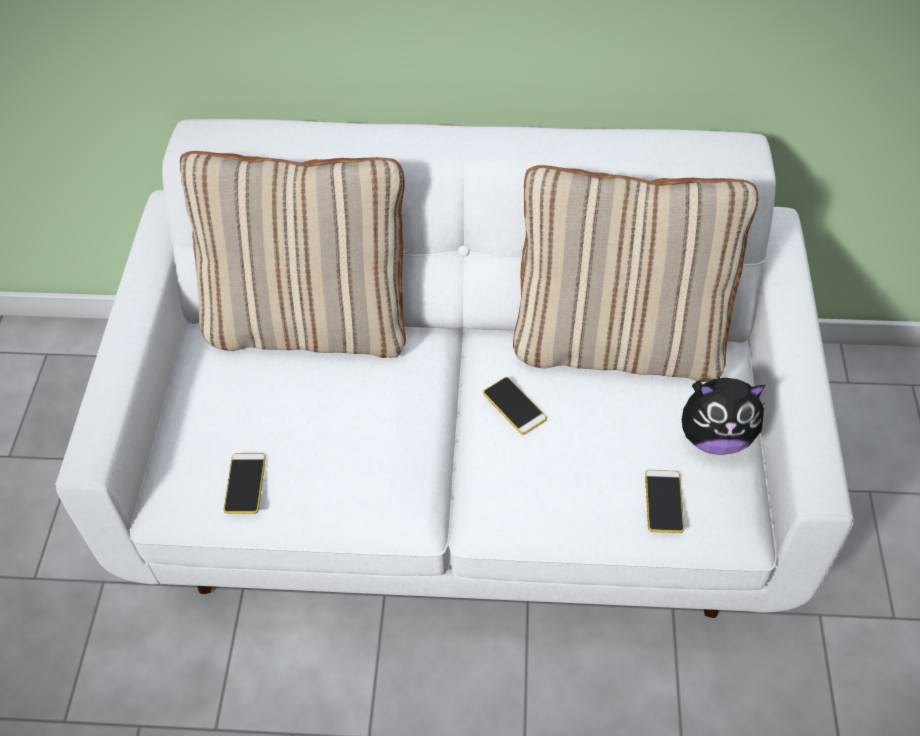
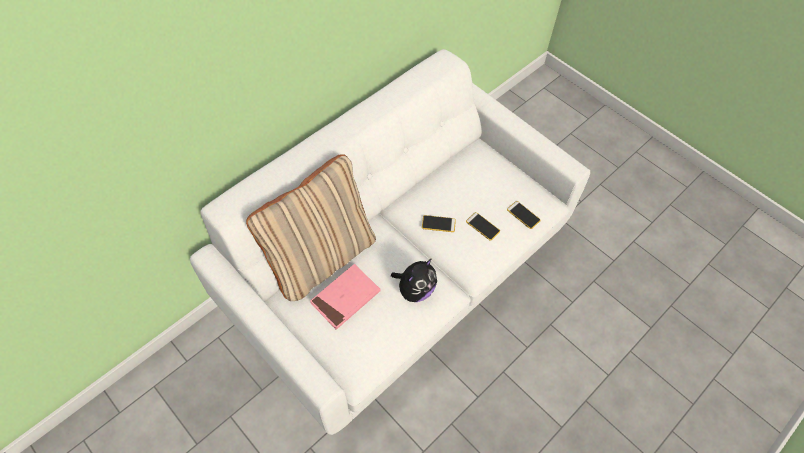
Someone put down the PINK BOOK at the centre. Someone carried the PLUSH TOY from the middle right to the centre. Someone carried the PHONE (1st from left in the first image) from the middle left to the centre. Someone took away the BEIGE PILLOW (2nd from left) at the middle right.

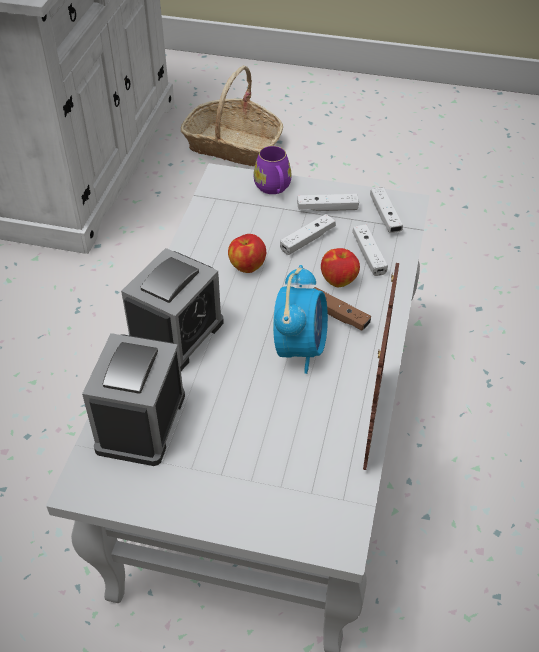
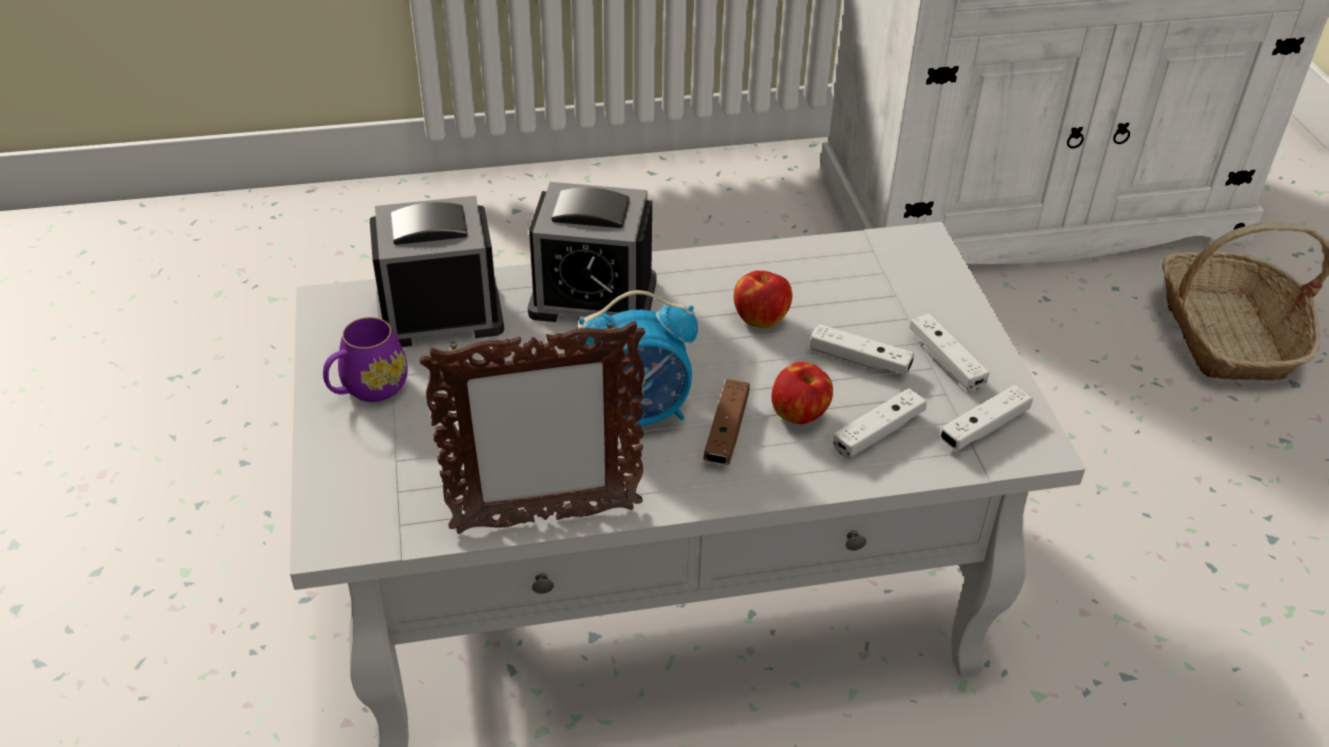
Someone carried the PURPLE MUG from the top centre to the middle left.

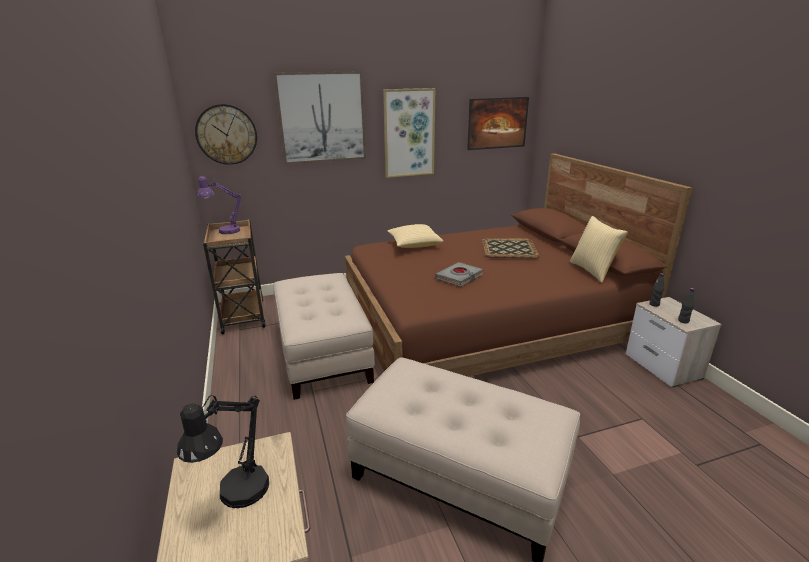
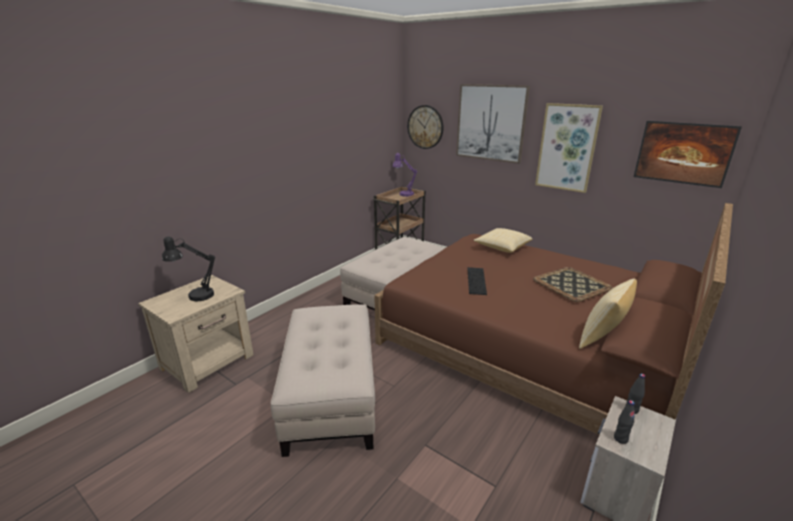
Someone swapped the GREY BOOK at the centre for the KEYBOARD at the centre.

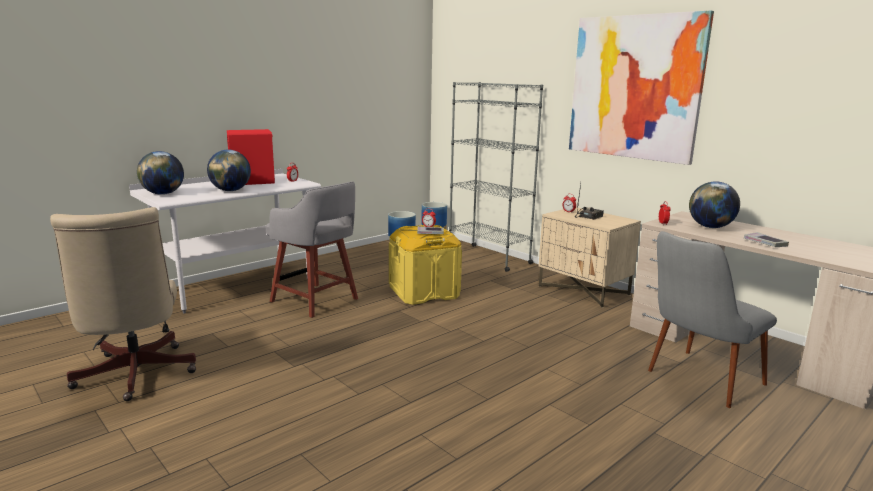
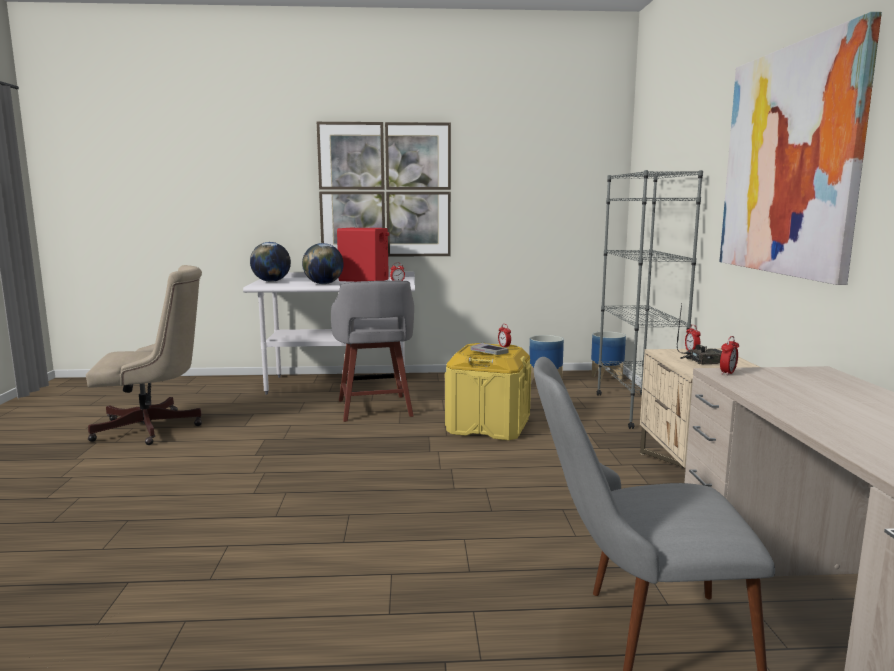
Someone rotated the BEIGE OFFICE CHAIR at the middle left by 120 degrees counterclockwise. Someone put up the PICTURE (1st from left) at the top centre. Someone took away the GLOBE (3rd from left) at the middle right. Someone took away the BOOK (2nd from left) at the middle right.

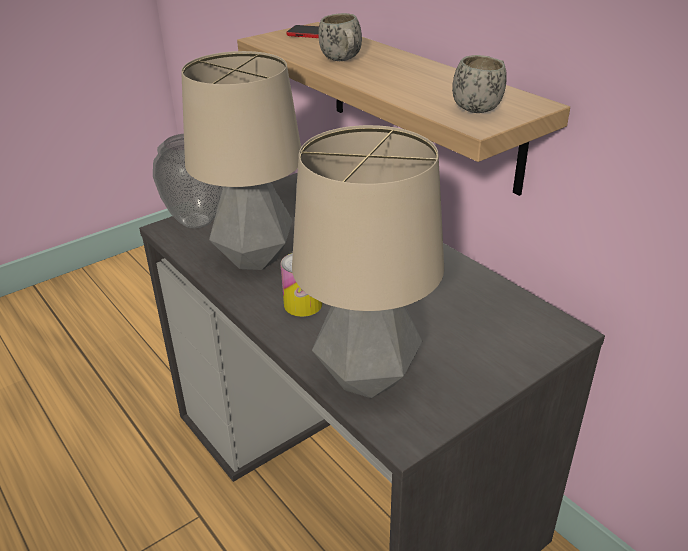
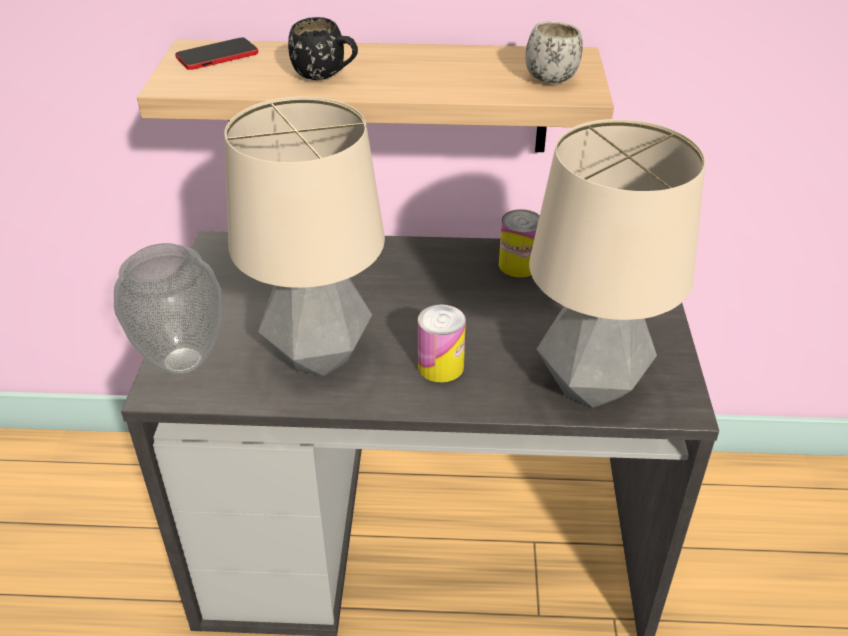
Someone repainted the WHITE MUG (1st from left) at the top centre, which became the BLACK MUG at the top centre. Someone put down the CAN (2nd from left) at the centre.

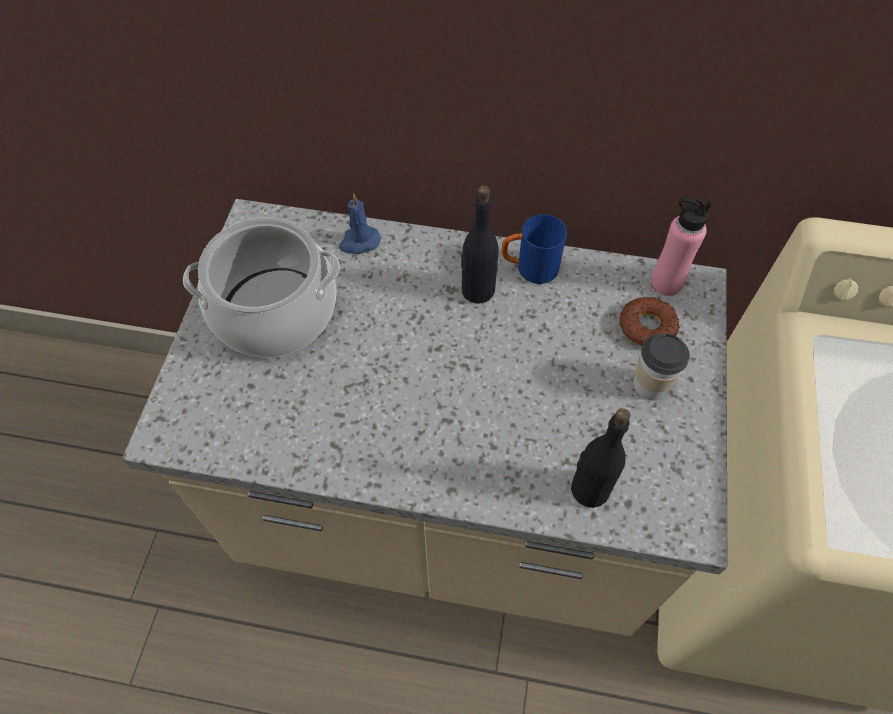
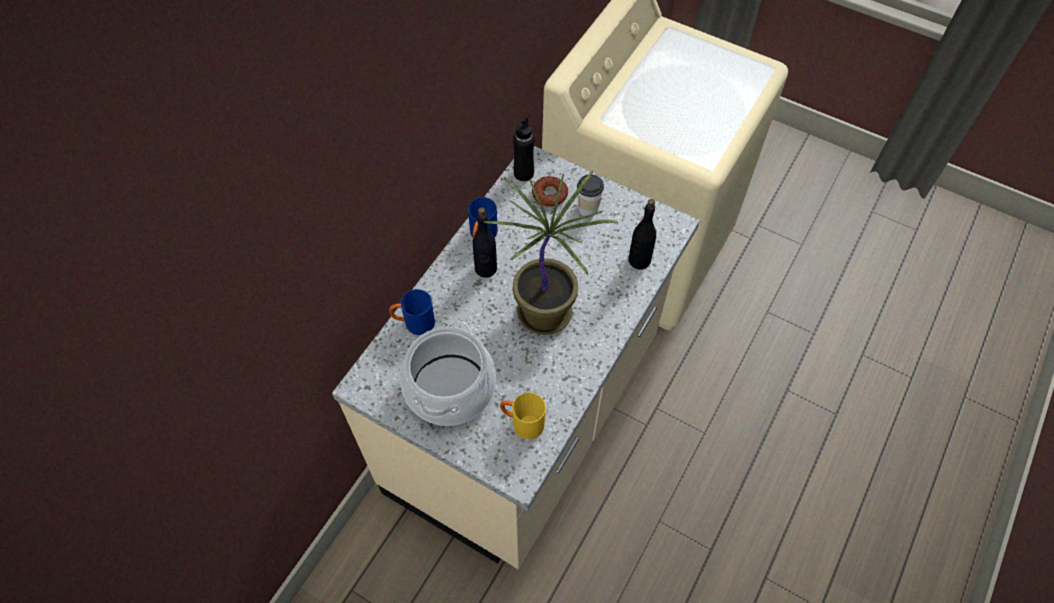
Someone swapped the BLUE CANDLE at the top centre for the BLUE MUG (1st from left) at the centre. Someone put down the POTTED PLANT at the centre. Someone put down the YELLOW MUG at the bottom centre. Someone repainted the PINK BOTTLE at the middle right, which became the BLACK BOTTLE (2nd from left) at the top centre.

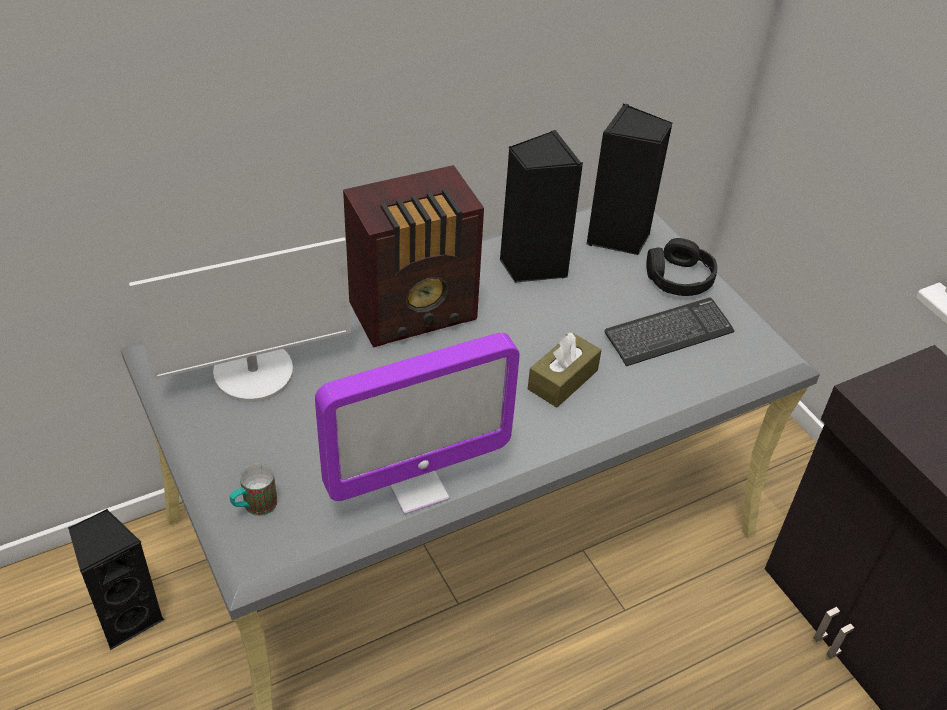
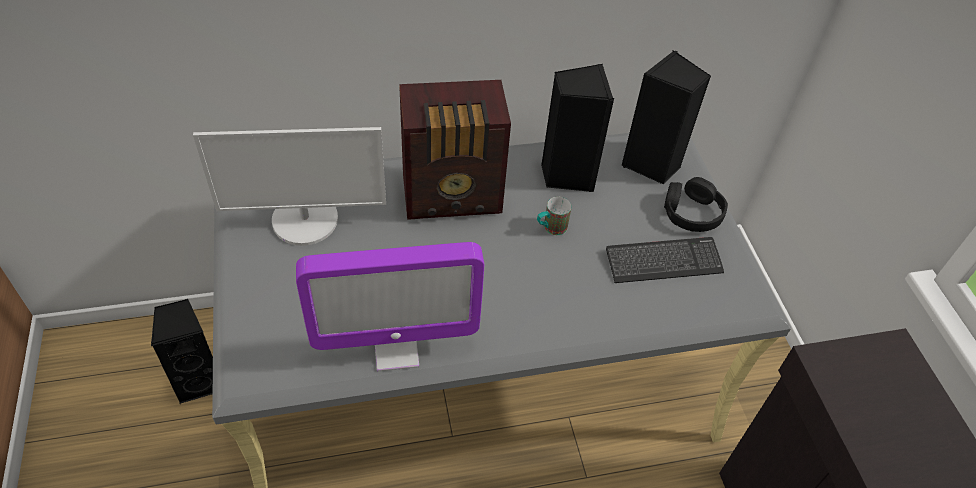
Someone carried the MUG from the bottom left to the centre. Someone took away the BROWN TISSUE BOX at the centre.

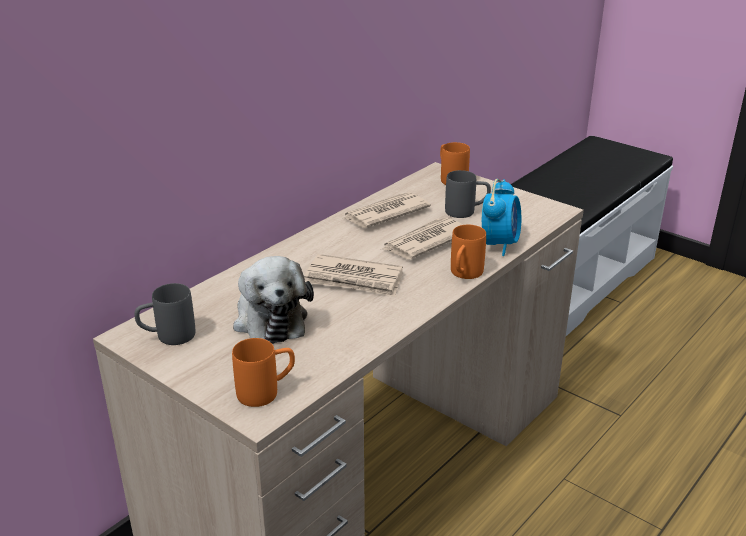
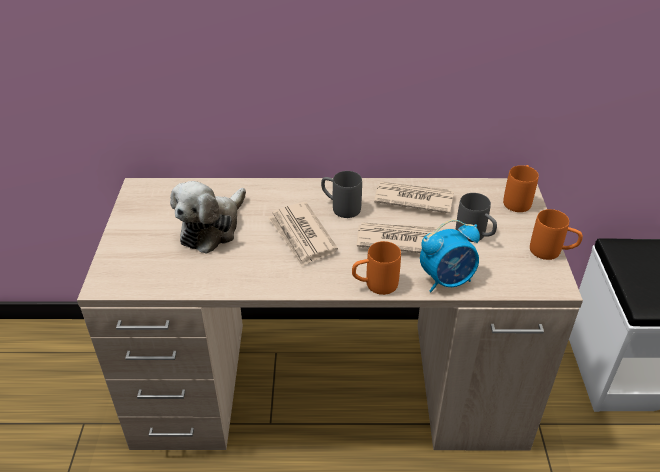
Someone carried the GREY MUG (1st from left) from the middle left to the centre. Someone carried the ORANGE MUG (1st from left in the first image) from the bottom centre to the middle right.

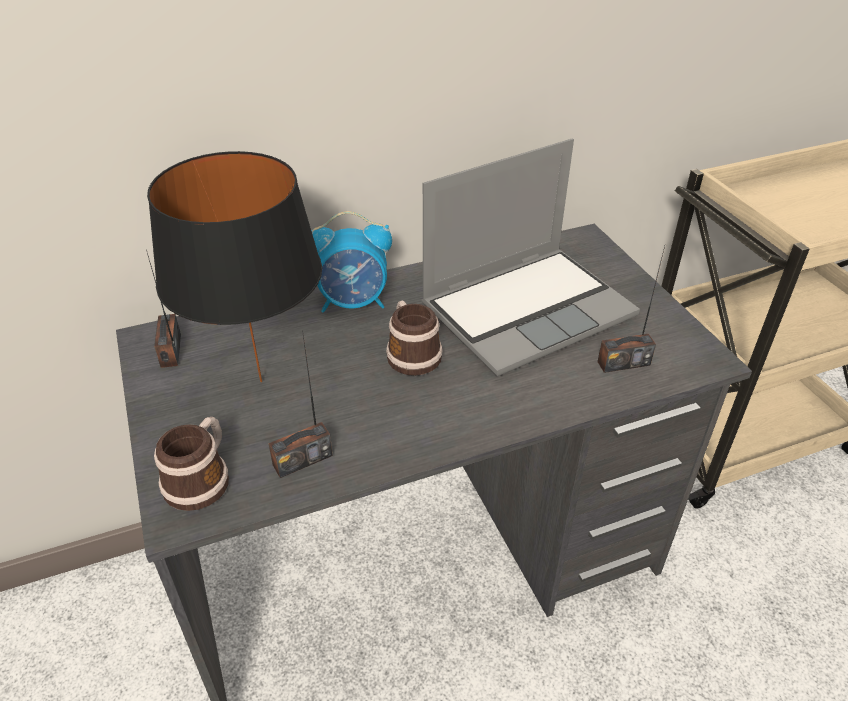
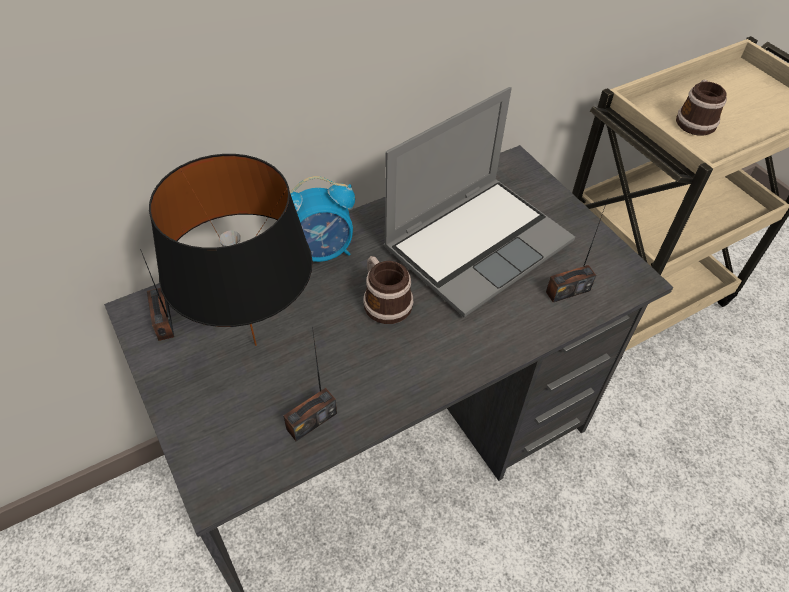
Someone carried the MUG (1st from left in the first image) from the middle left to the top right.

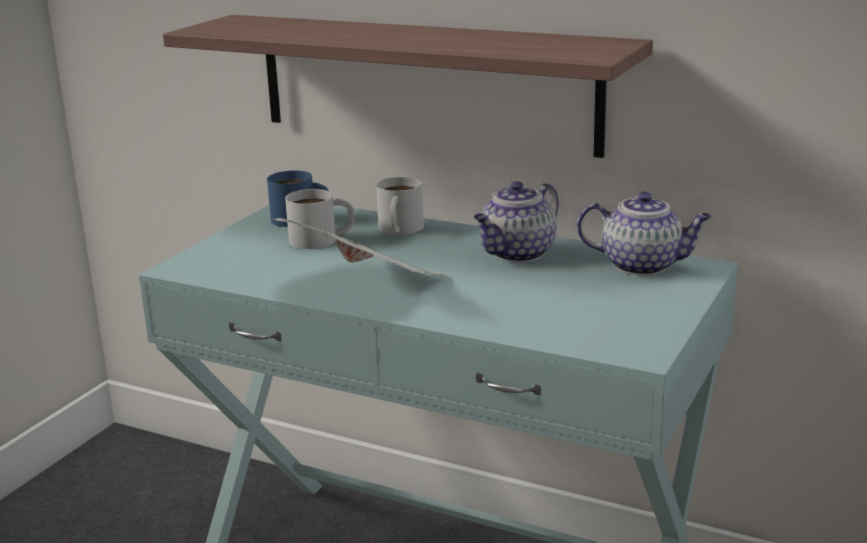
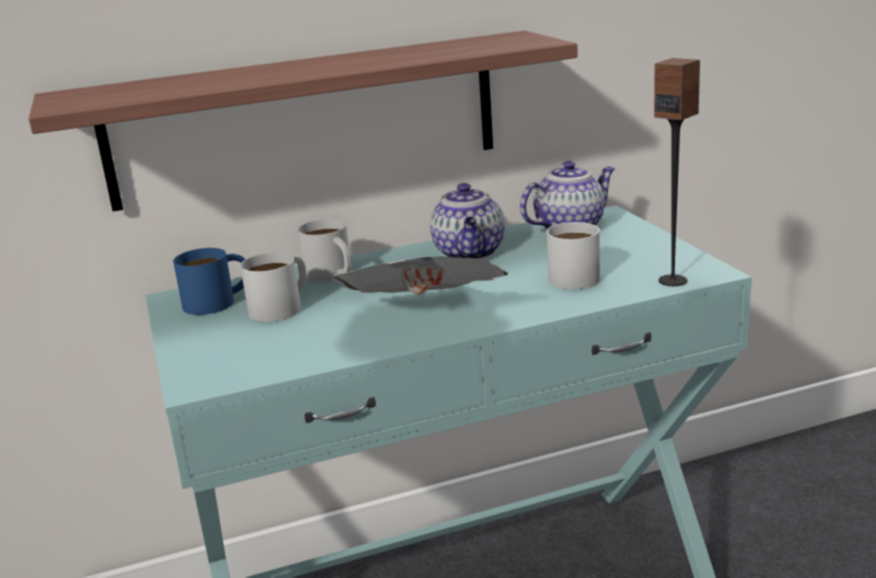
Someone put down the WHITE MUG (3rd from left) at the centre. Someone put down the SPEAKER at the top right.

